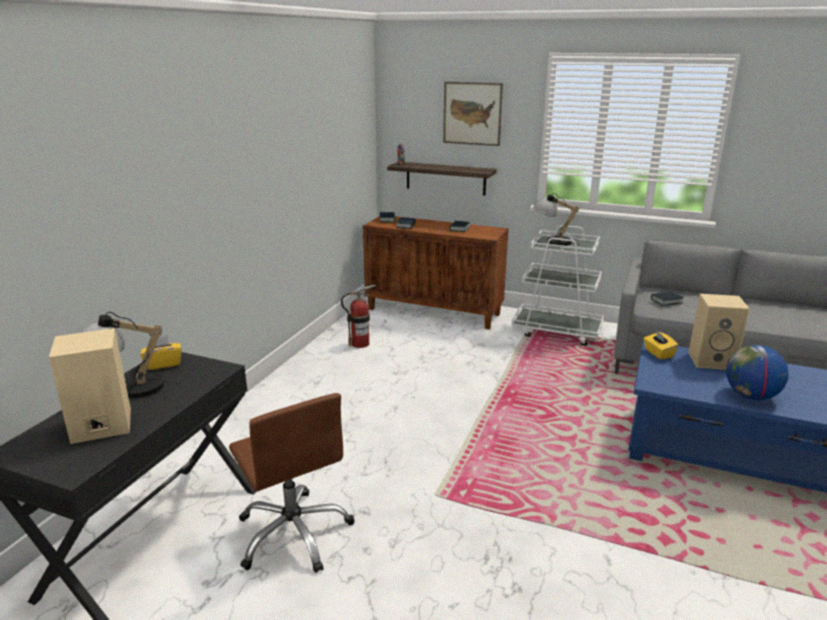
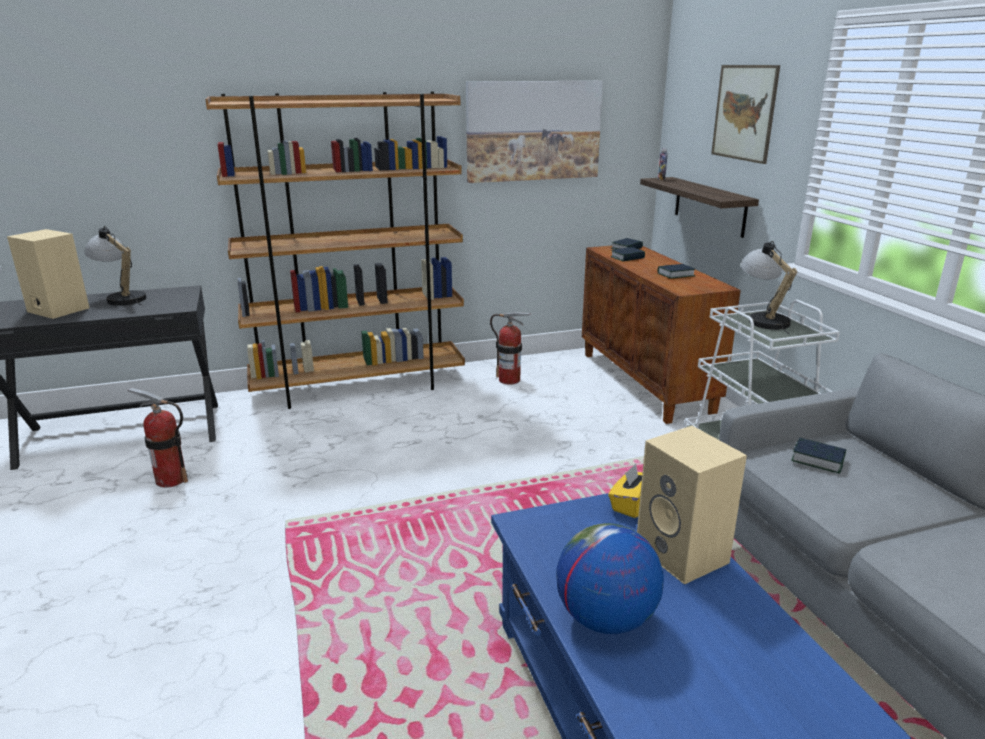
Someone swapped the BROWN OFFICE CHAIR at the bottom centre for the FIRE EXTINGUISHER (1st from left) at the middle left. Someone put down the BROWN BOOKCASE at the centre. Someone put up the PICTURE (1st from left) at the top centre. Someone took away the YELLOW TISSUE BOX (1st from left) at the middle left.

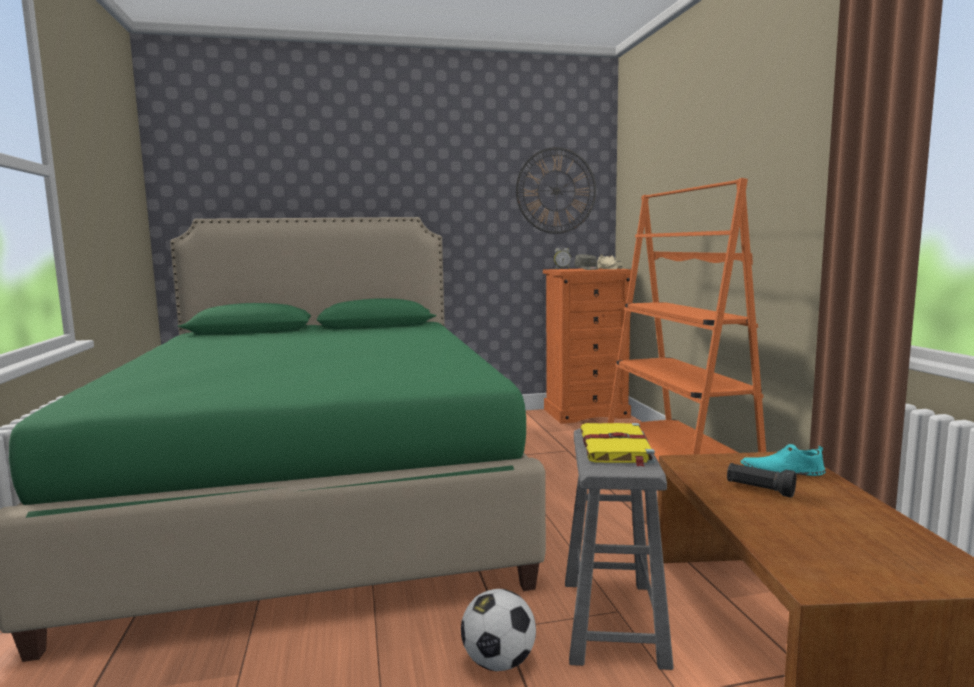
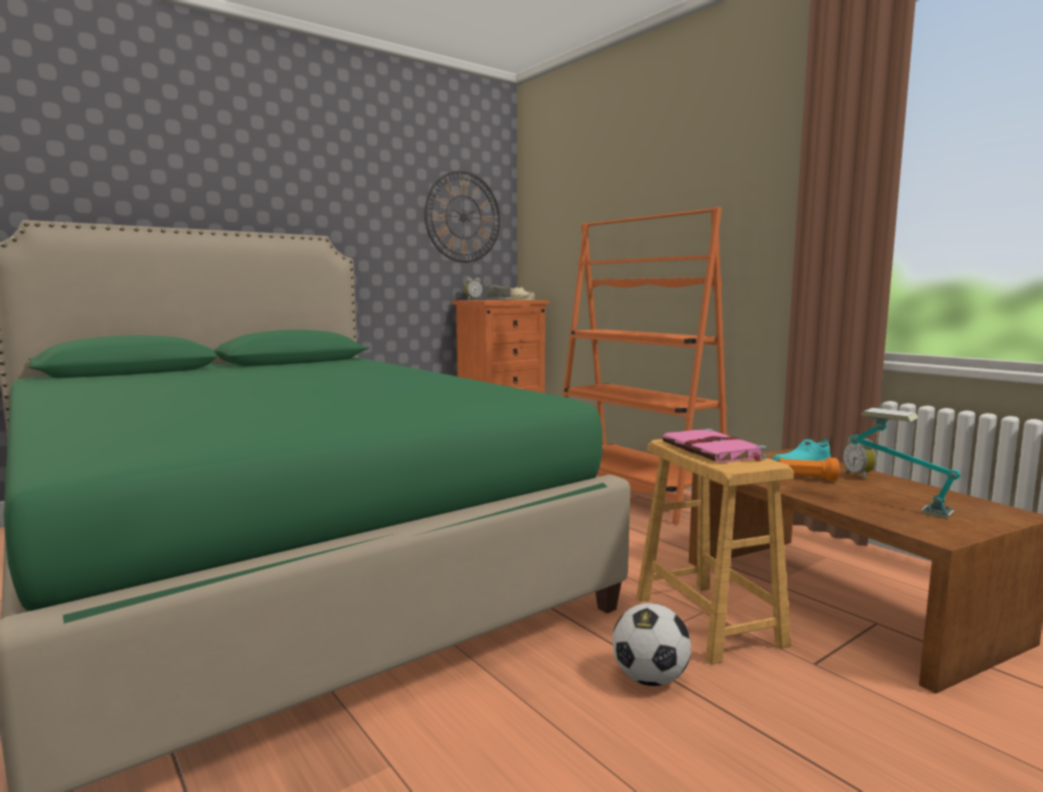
Someone repainted the GREY STOOL at the bottom centre, which became the BROWN STOOL at the bottom right. Someone repainted the YELLOW BOOK at the centre, which became the PINK BOOK at the middle right. Someone repainted the BLACK FLASHLIGHT at the bottom right, which became the ORANGE FLASHLIGHT at the middle right. Someone put down the ALARM CLOCK (2nd from left) at the middle right. Someone put down the TABLE LAMP at the middle right.

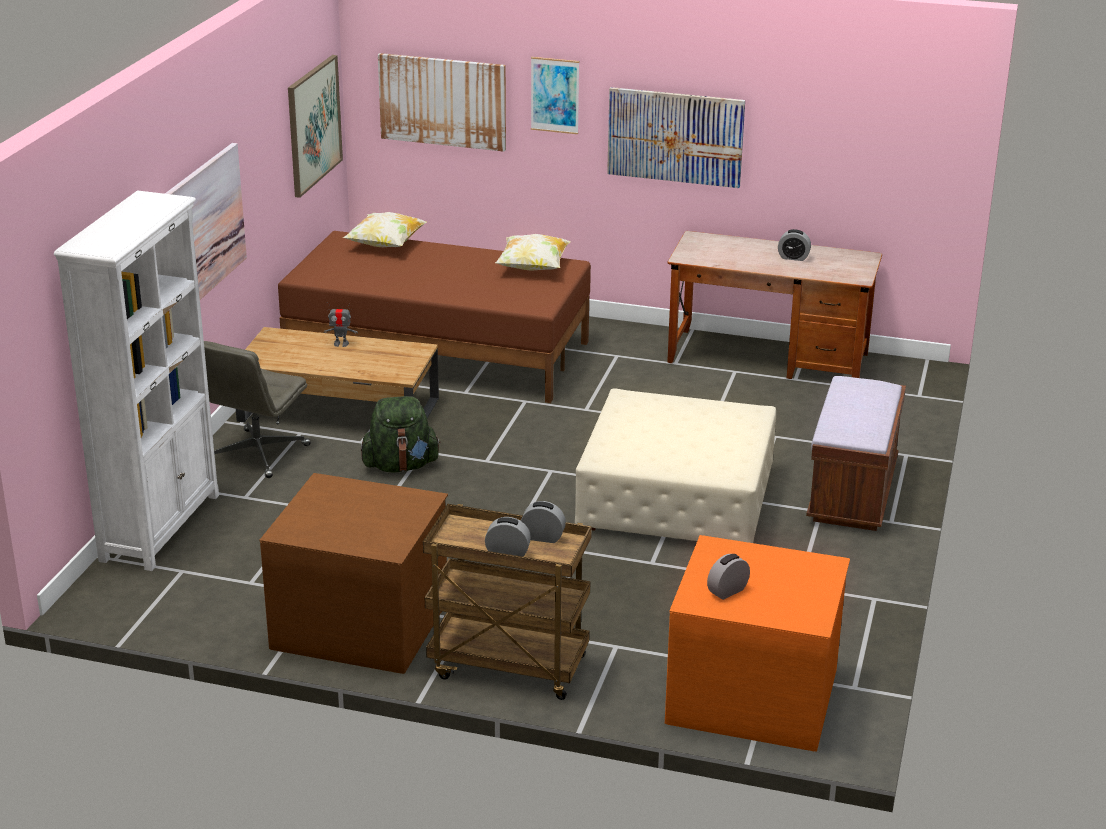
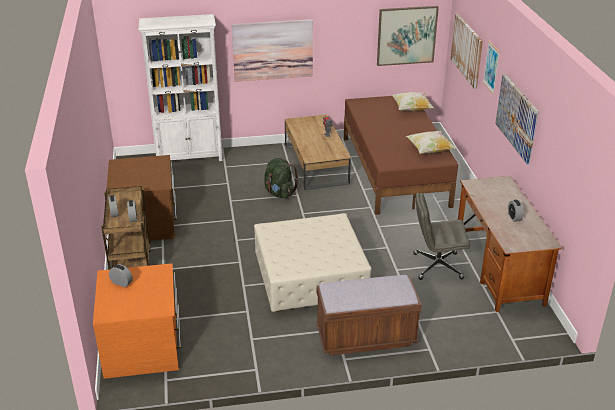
Someone carried the GREY OFFICE CHAIR from the middle left to the middle right.

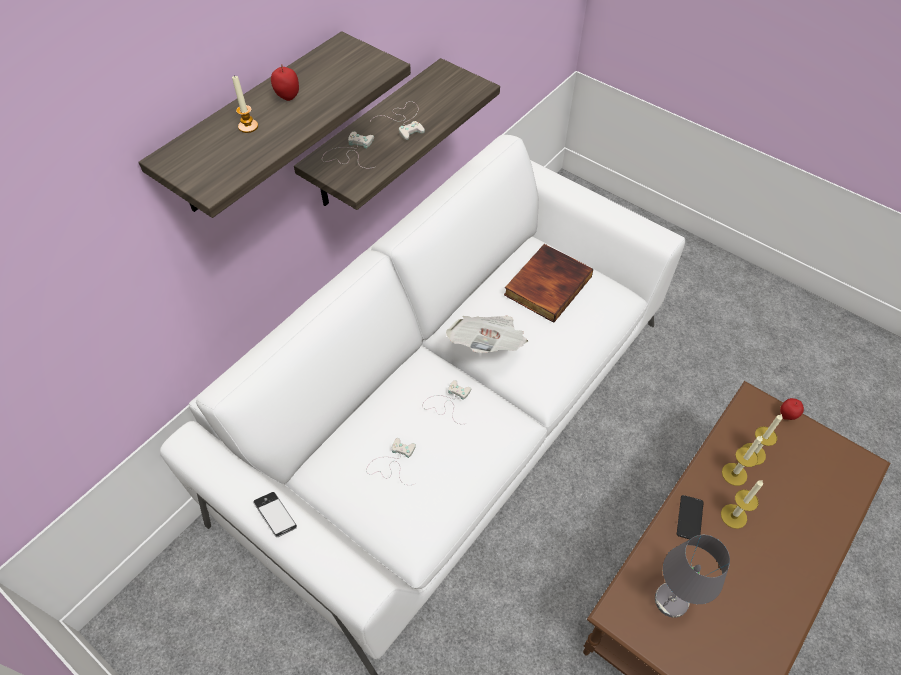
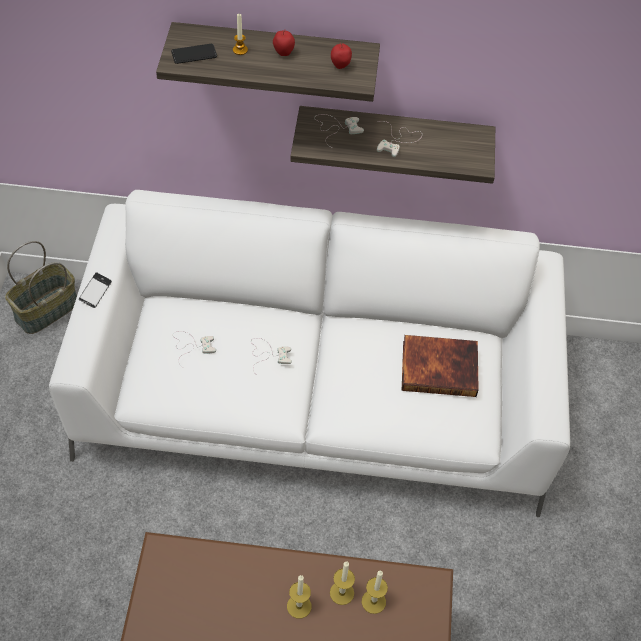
Someone put down the BASKET at the middle left. Someone carried the PHONE (2nd from left) from the bottom right to the top left. Someone carried the APPLE (2nd from left) from the middle right to the top centre. Someone took away the NEWSPAPER at the centre. Someone took away the GREY TABLE LAMP at the bottom right.

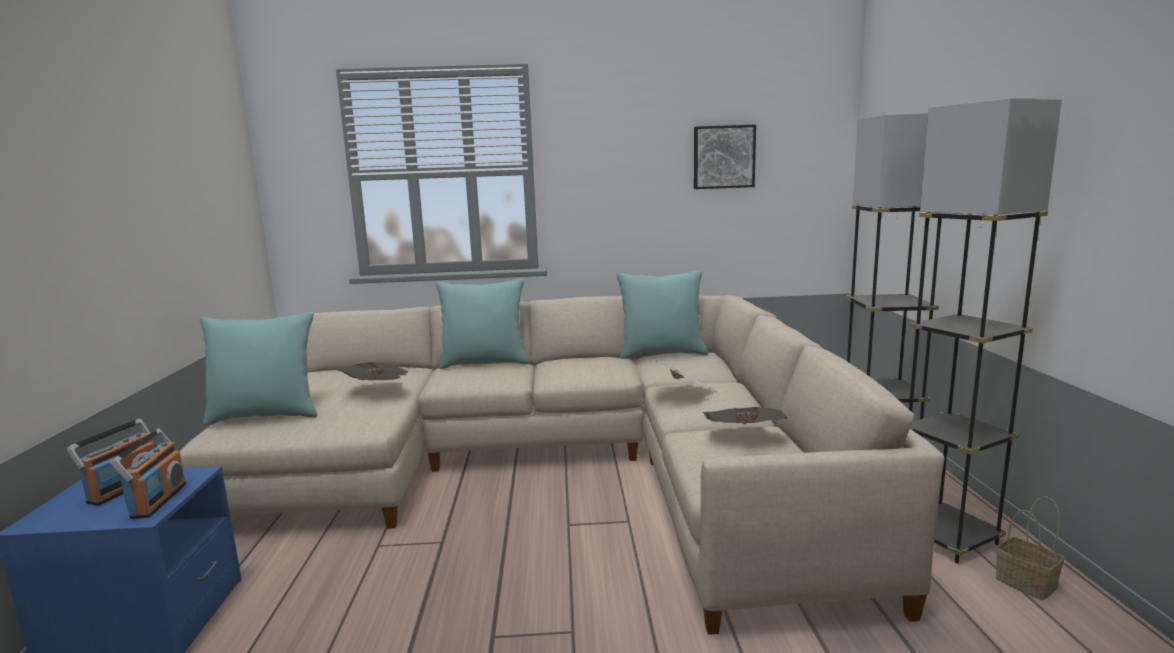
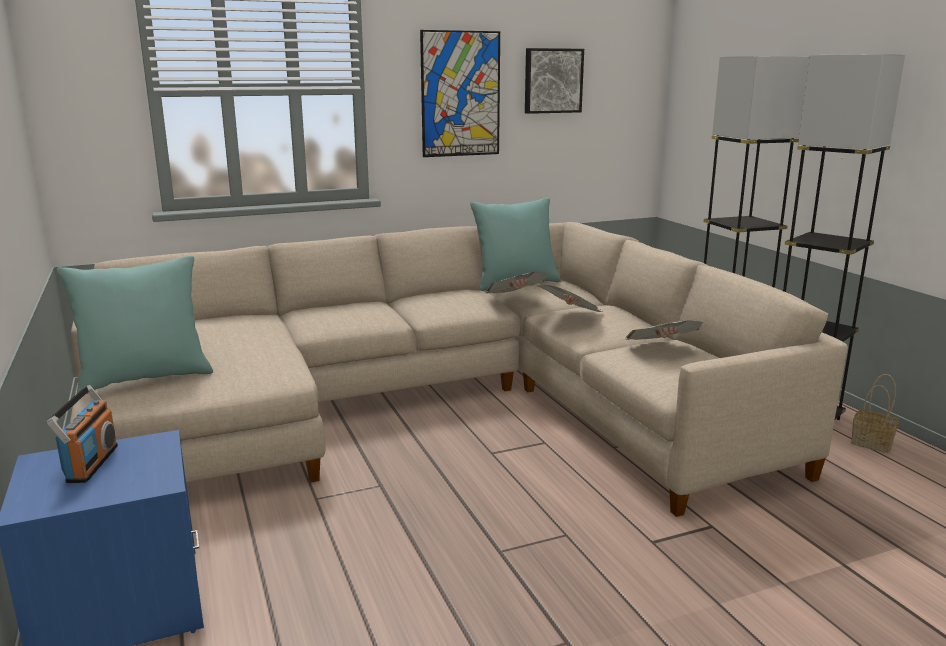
Someone put up the PICTURE (1st from left) at the top centre. Someone carried the NEWSPAPER (1st from left) from the middle left to the centre. Someone took away the RADIO (2nd from left) at the bottom left. Someone took away the TURQUOISE PILLOW (2nd from left) at the centre.

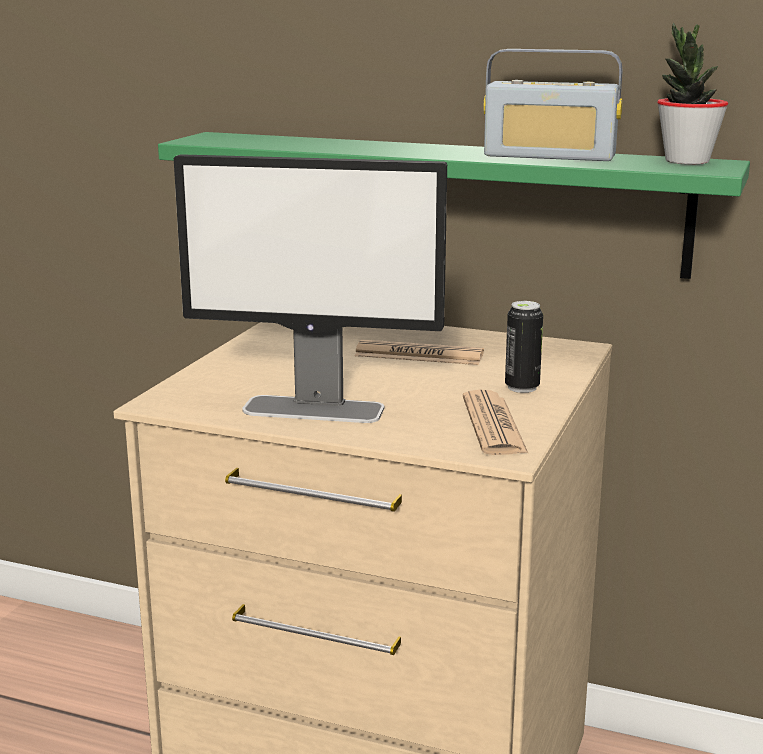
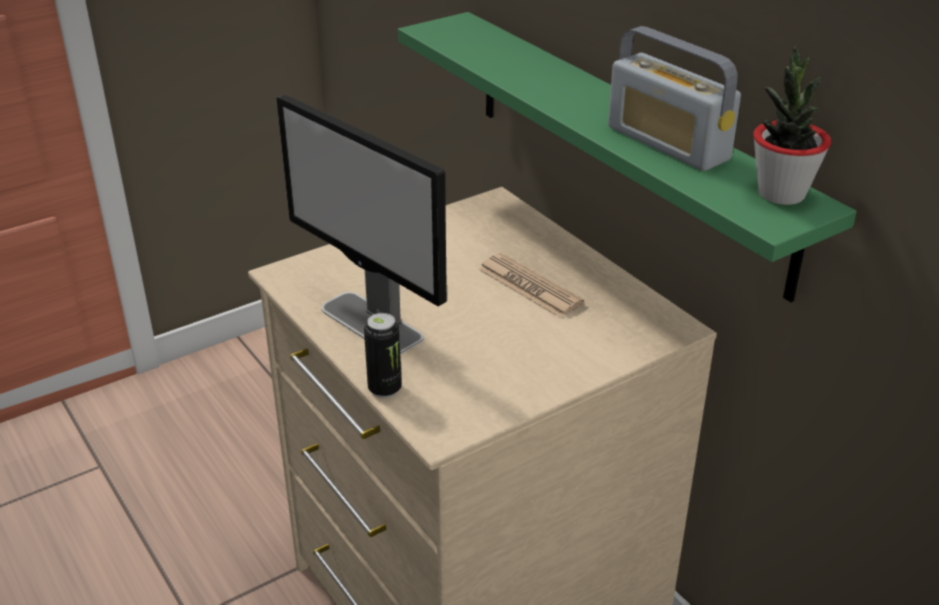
Someone carried the CAN from the middle right to the centre. Someone took away the NEWSPAPER (2nd from left) at the centre.

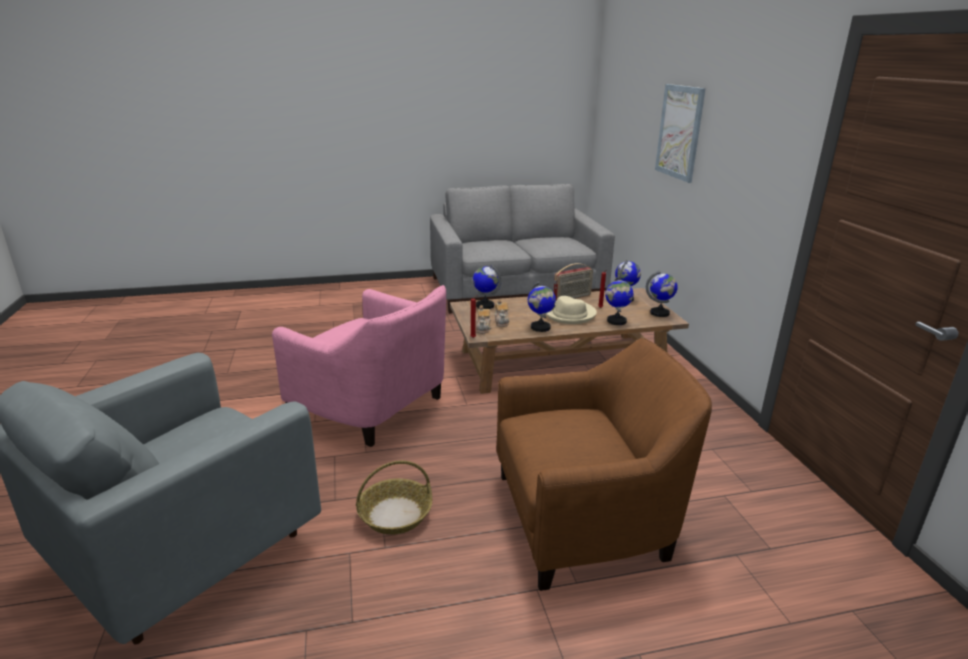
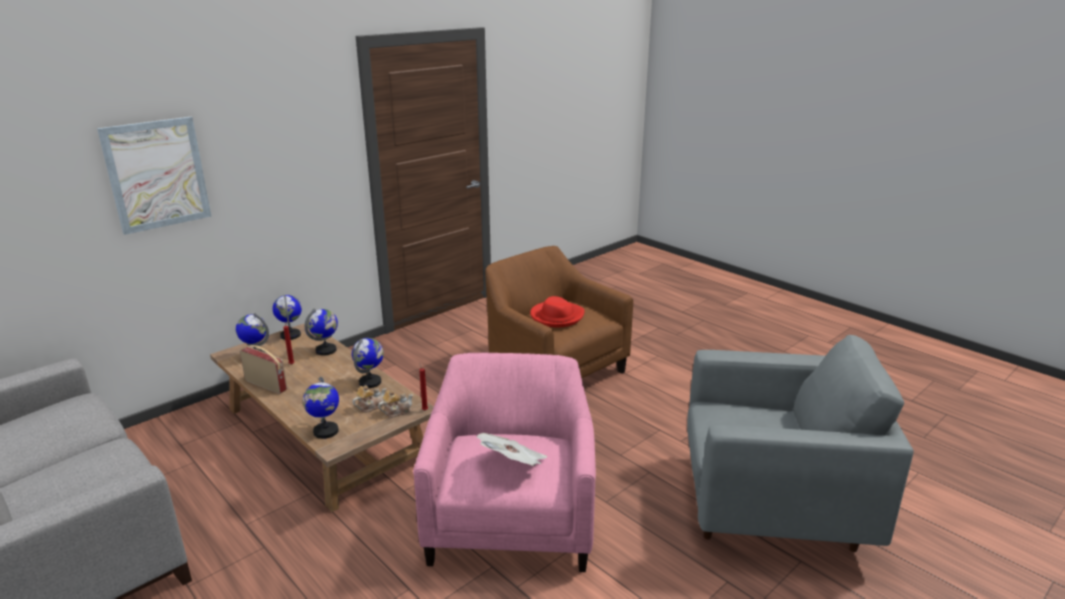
Someone put down the NEWSPAPER at the bottom centre. Someone put down the RED HAT at the centre. Someone took away the BASKET at the bottom centre. Someone took away the BEIGE HAT at the centre.

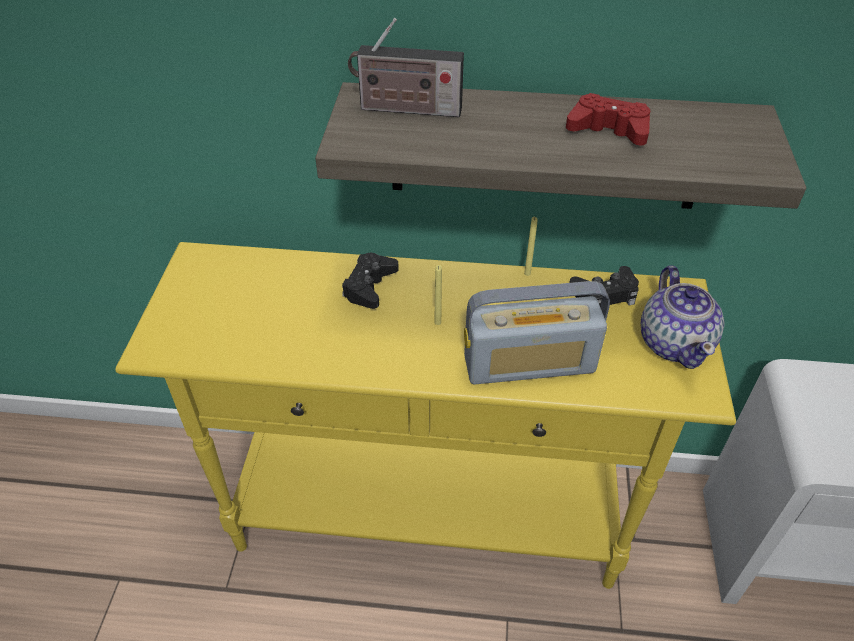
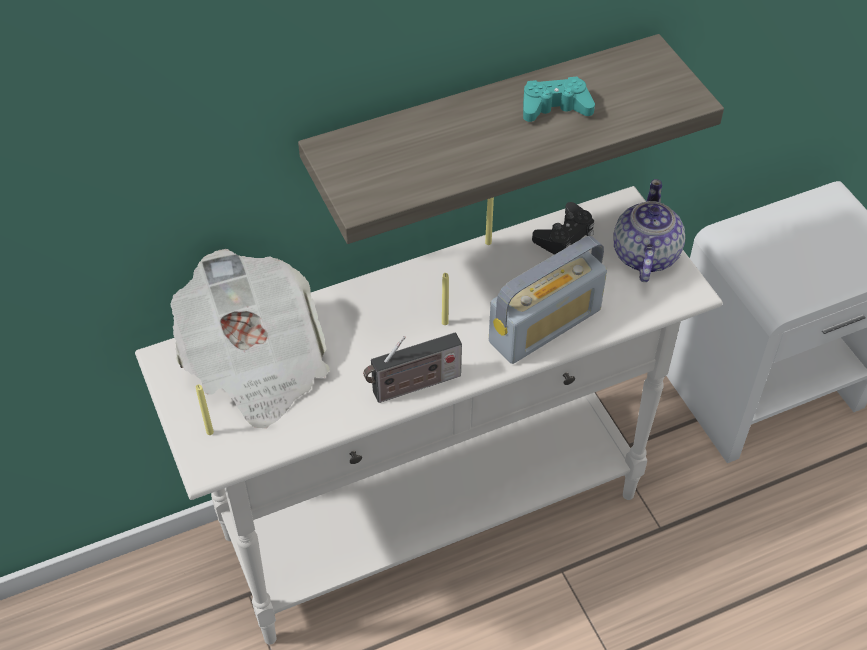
Someone repainted the YELLOW CONSOLE TABLE at the centre, which became the WHITE CONSOLE TABLE at the centre. Someone put down the NEWSPAPER at the middle left. Someone put down the YELLOW CANDLE (1st from left) at the middle left. Someone carried the RADIO (1st from left) from the top centre to the centre. Someone repainted the RED GAME CONTROLLER at the top right, which became the TURQUOISE GAME CONTROLLER at the top centre. Someone rotated the TEAPOT at the middle right by 135 degrees counterclockwise. Someone took away the BLACK GAME CONTROLLER (1st from left) at the centre.

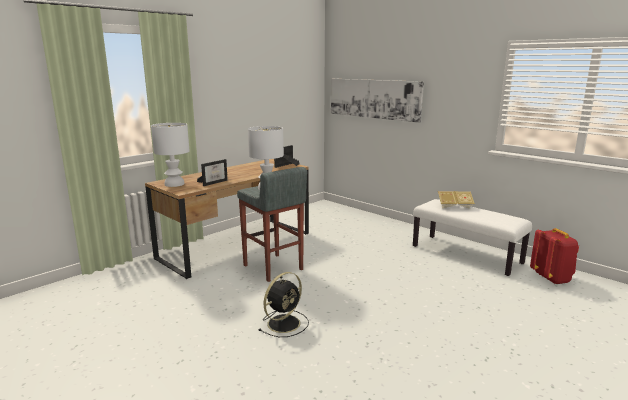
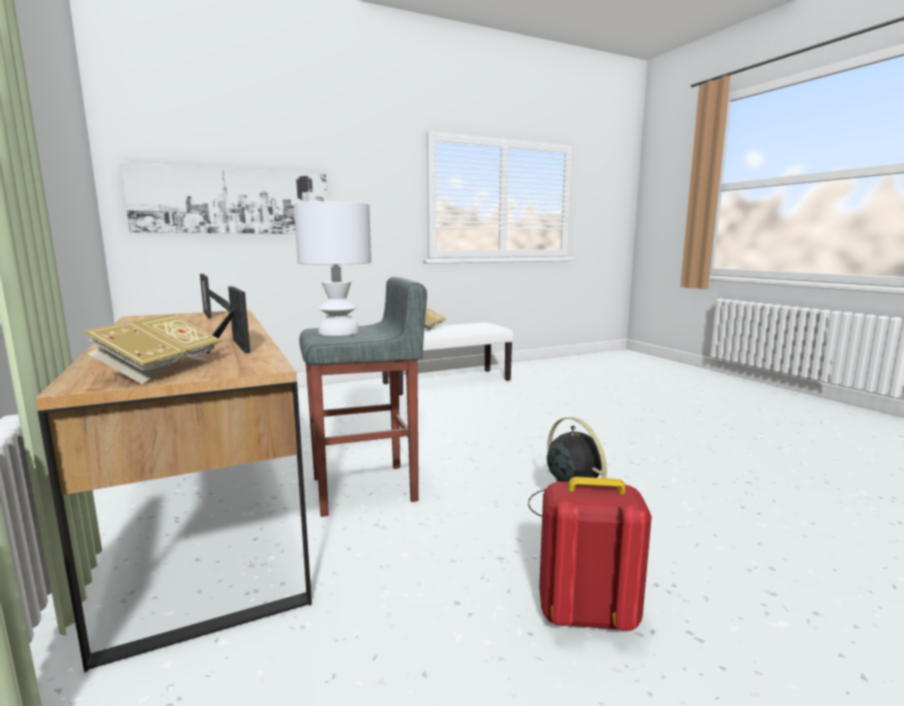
Someone swapped the WHITE TABLE LAMP (1st from left) at the middle left for the BOOK (1st from left) at the middle left. Someone carried the RED BACKPACK from the middle right to the bottom centre.

